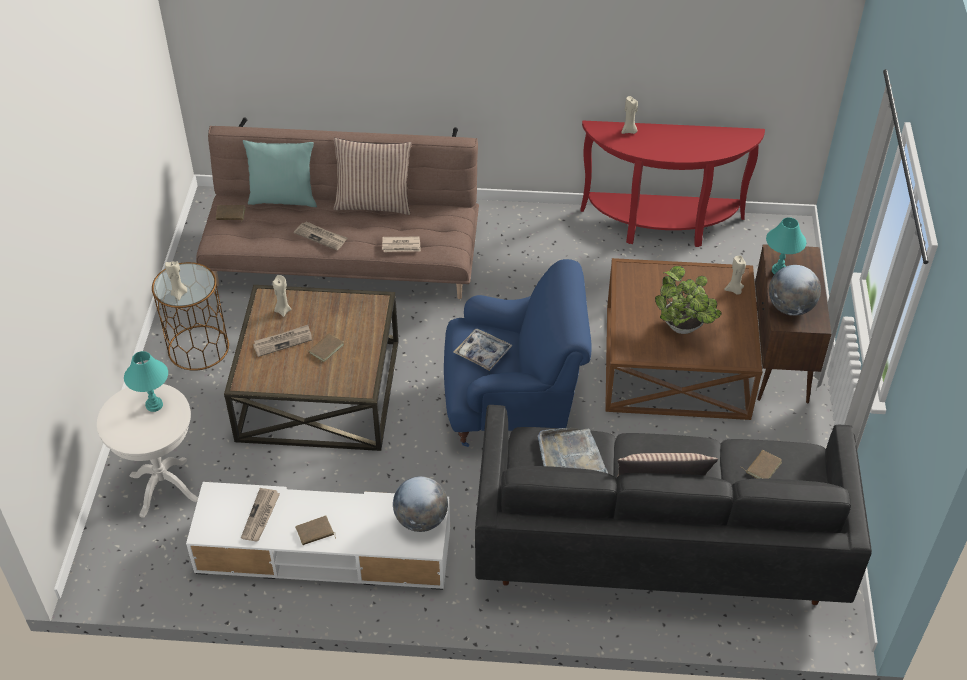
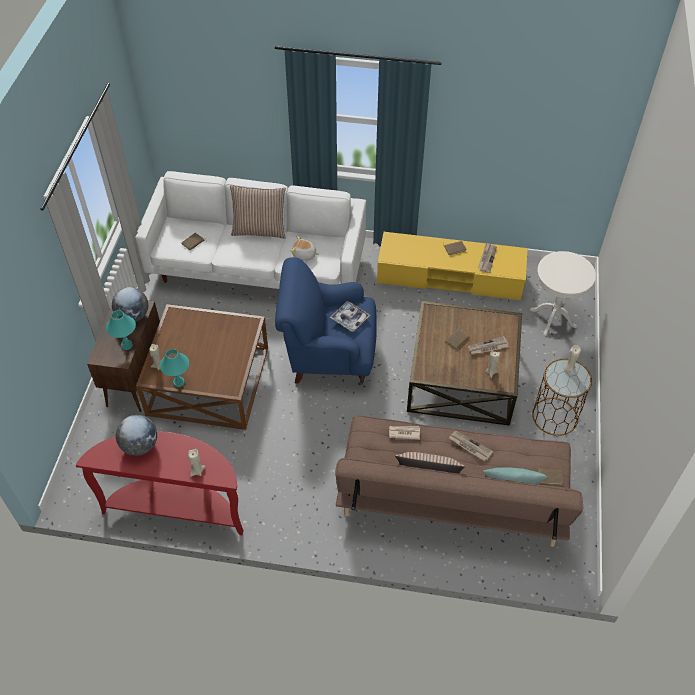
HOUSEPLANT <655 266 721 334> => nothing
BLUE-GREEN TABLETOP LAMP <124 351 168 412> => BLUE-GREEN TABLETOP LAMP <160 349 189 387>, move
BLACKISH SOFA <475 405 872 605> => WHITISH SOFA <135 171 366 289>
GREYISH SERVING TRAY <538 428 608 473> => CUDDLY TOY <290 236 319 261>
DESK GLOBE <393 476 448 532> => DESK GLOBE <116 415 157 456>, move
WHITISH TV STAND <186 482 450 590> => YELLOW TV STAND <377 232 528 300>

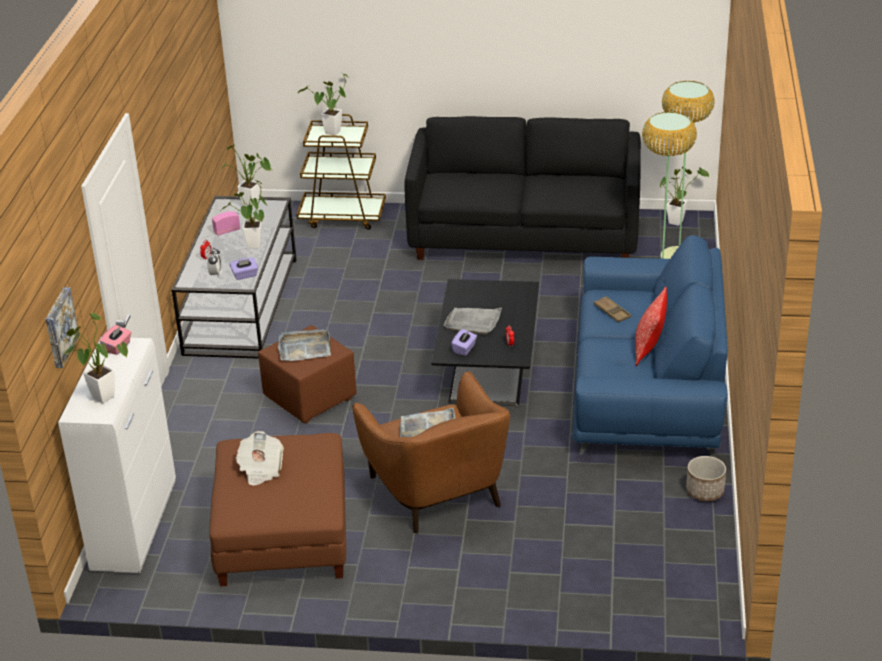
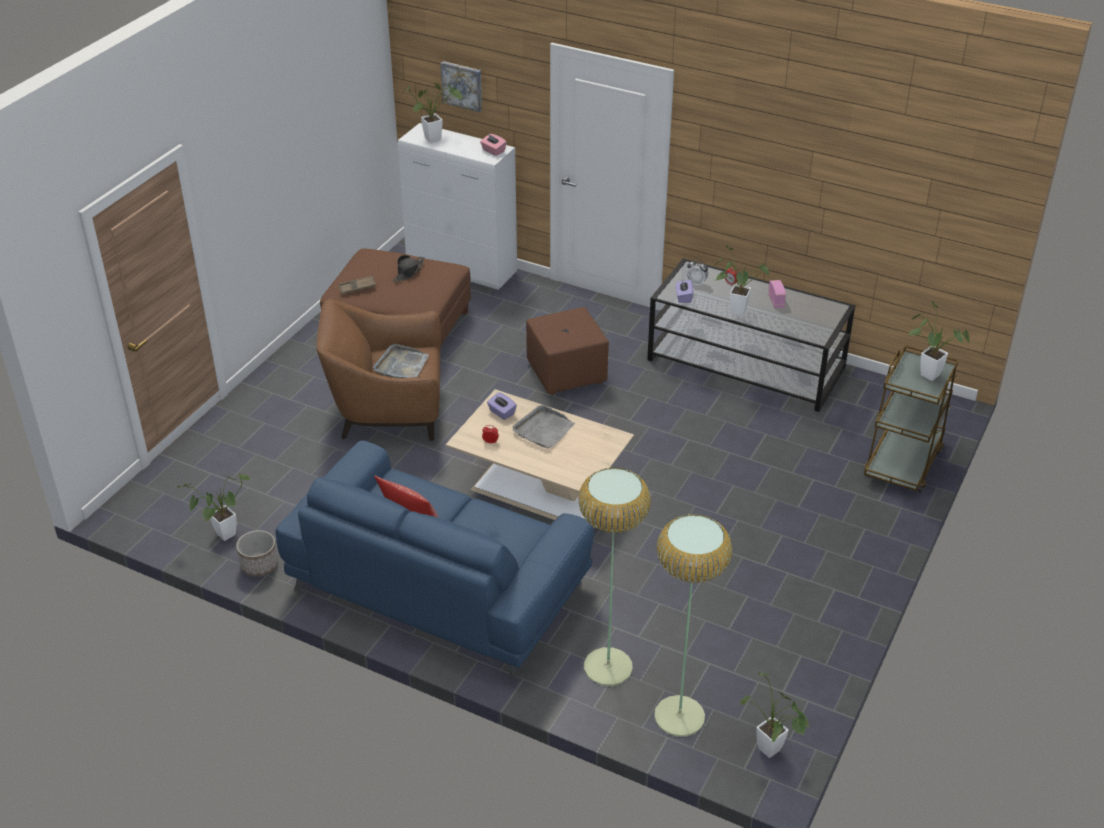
BLACKISH SOFA <405 116 641 260> => nothing
HOUSEPLANT <222 145 272 208> => HOUSEPLANT <177 473 250 541>, move
BLACKISH LOW TABLE <431 279 539 406> => SAND-COLOURED LOW TABLE <446 389 634 520>
BROWN SERVING TRAY <594 296 631 323> => BROWN SERVING TRAY <339 276 376 294>, move
GREYISH SERVING TRAY <278 329 331 361> => nothing
DAILY PAPER <236 431 284 486> => BLACKISH HAT <392 255 424 282>

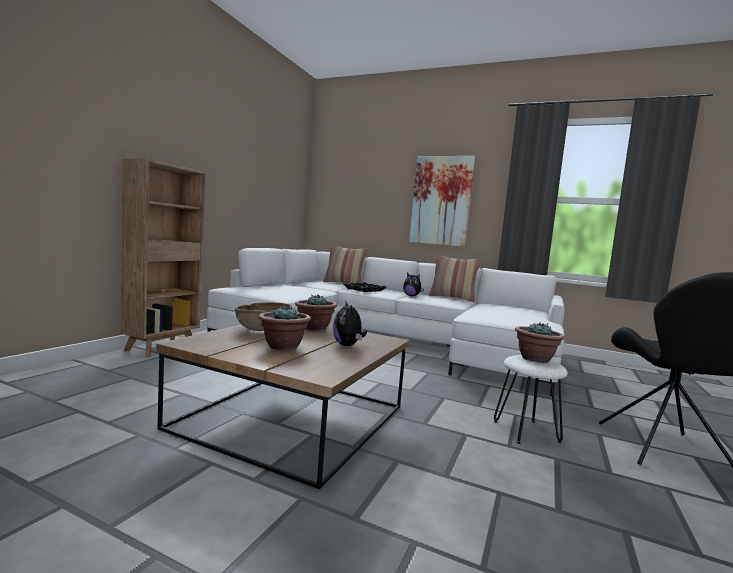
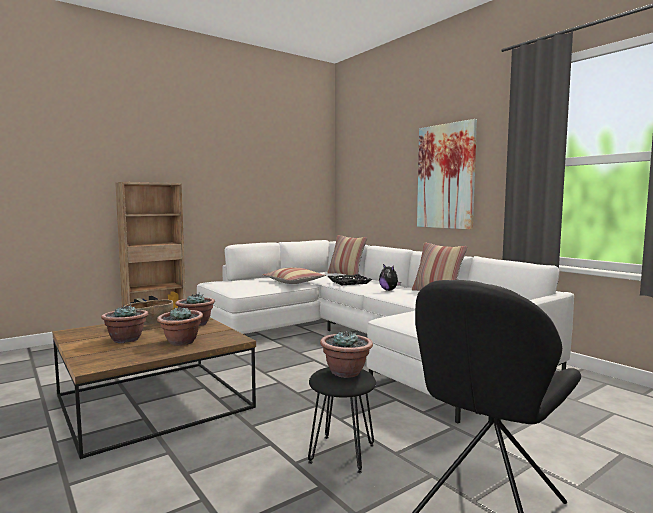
CUDDLY TOY <333 301 367 346> => HOUSEPLANT <157 307 203 346>
WHITISH STOOL <494 355 568 444> => BLACKISH STOOL <308 367 376 473>
nothing => PILLOW <263 268 326 284>

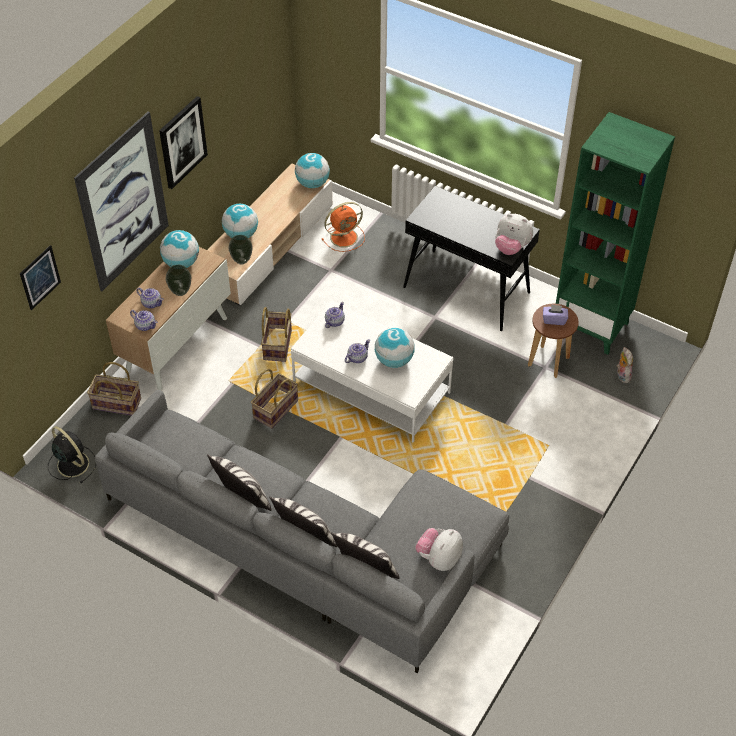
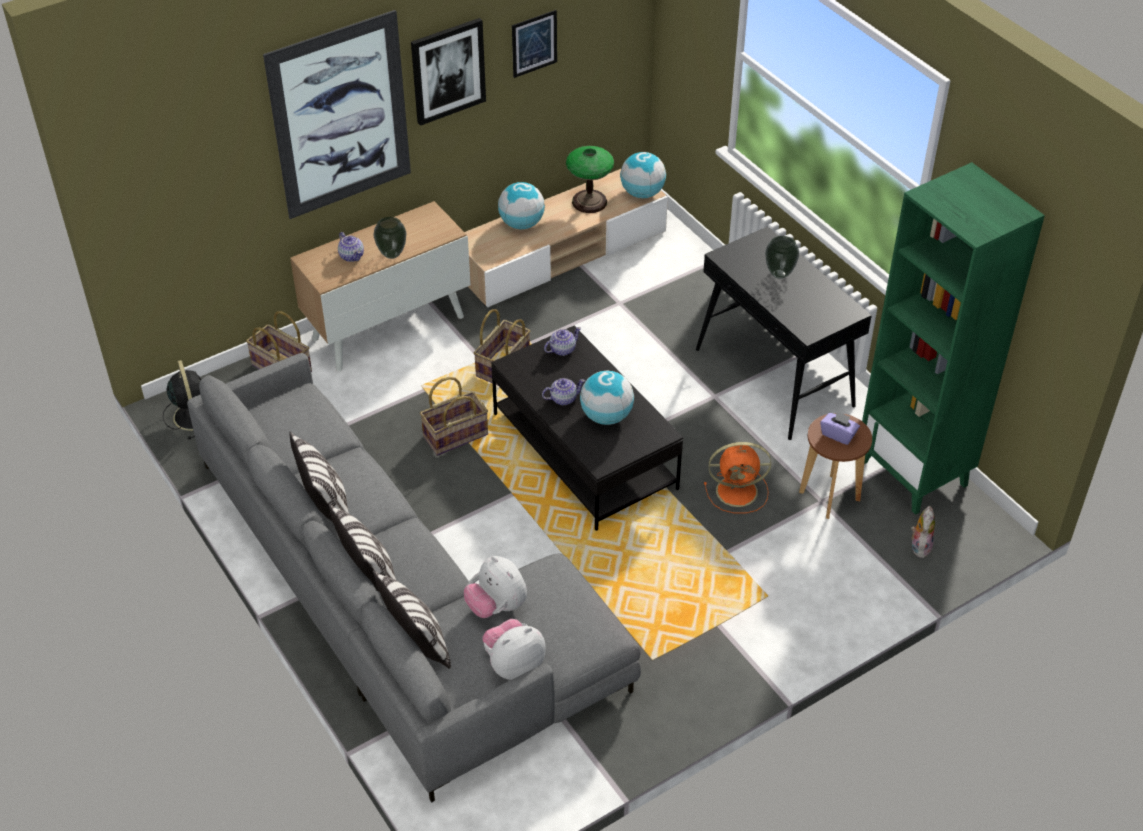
ORANGE-COLOURED ELECTRIC FAN <321 202 365 252> => ORANGE-COLOURED ELECTRIC FAN <704 442 771 513>, move
CUDDLY TOY <495 214 533 255> => CUDDLY TOY <464 556 527 618>, move
DESK GLOBE <160 230 199 268> => nothing
DECORATIVE VASE <228 235 253 264> => DECORATIVE VASE <765 236 799 279>, move
WALL ART <20 245 61 310> => WALL ART <512 10 557 78>, move
WHITISH LOW TABLE <291 301 453 443> => BLACKISH LOW TABLE <491 326 683 531>
POT FOR TEA <130 310 157 331> => nothing
nothing => TABLETOP LAMP <566 146 614 213>

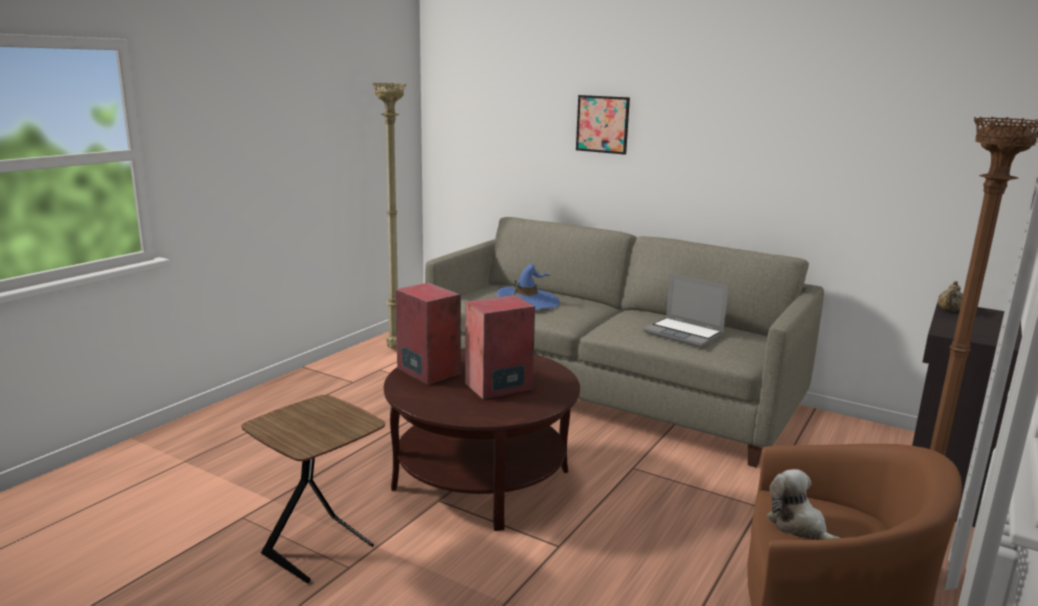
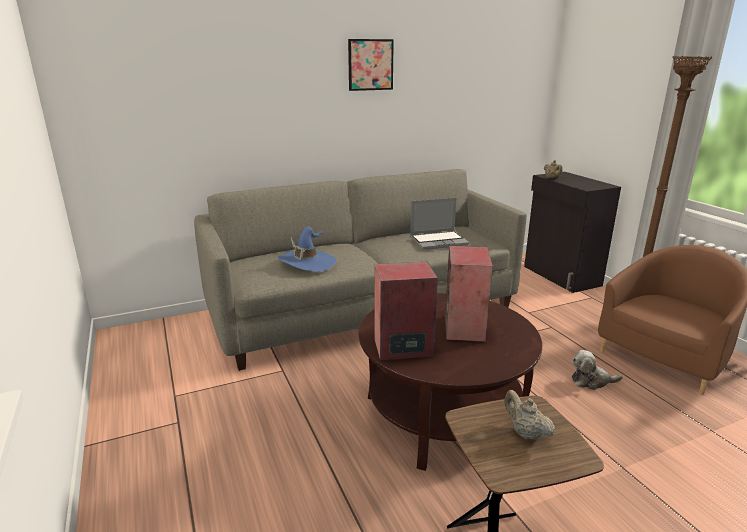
SAND-COLOURED FLOOR LAMP <373 82 406 349> => nothing
WALL ART <576 95 630 155> => WALL ART <348 39 394 91>, move
CUDDLY TOY <767 469 840 540> => CUDDLY TOY <572 350 623 390>, move
nothing => SAND-COLOURED POT FOR TEA <504 390 555 440>

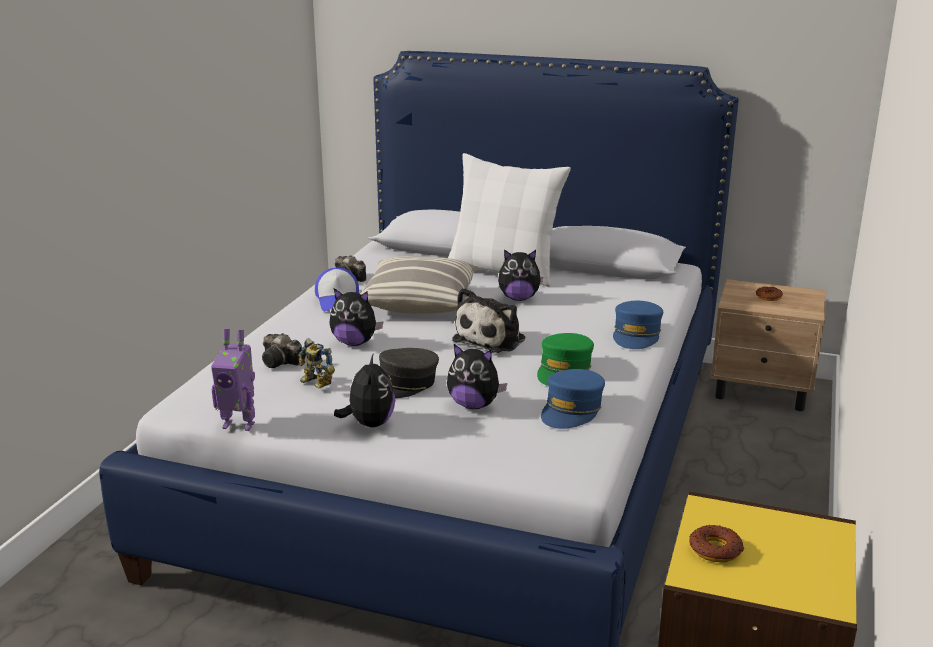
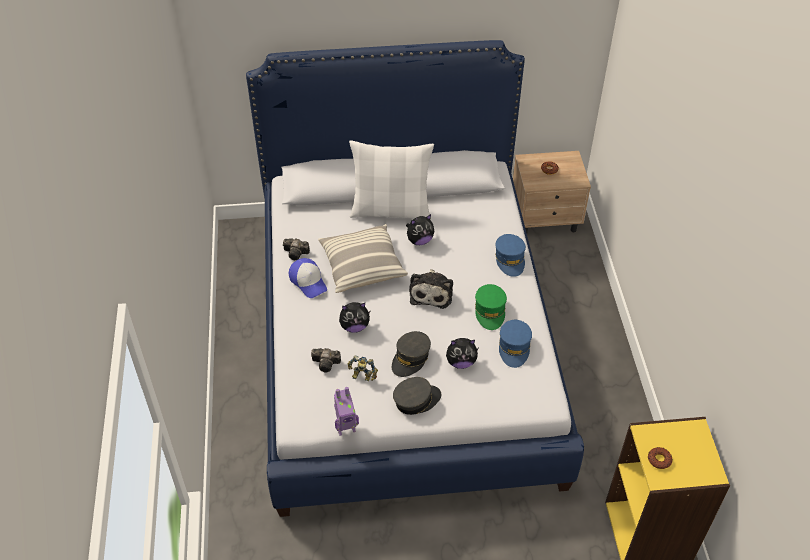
CUDDLY TOY <334 353 395 427> => GREYISH BASEBALL CAP <393 377 441 415>

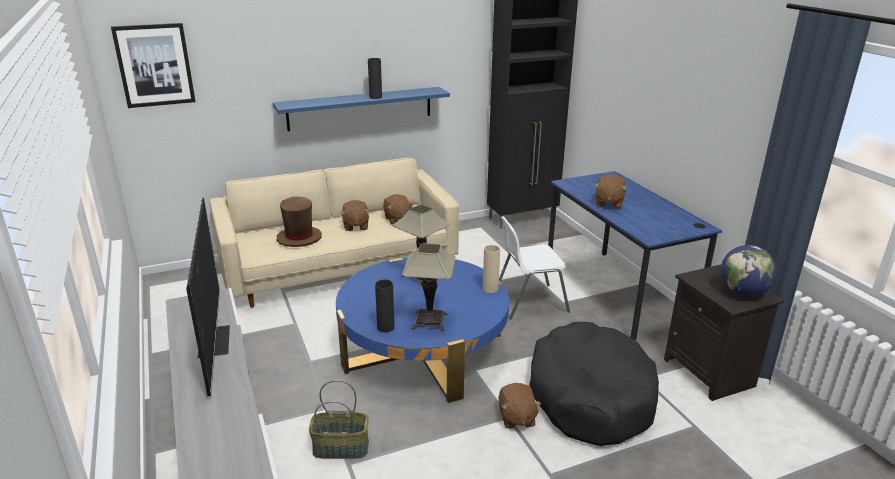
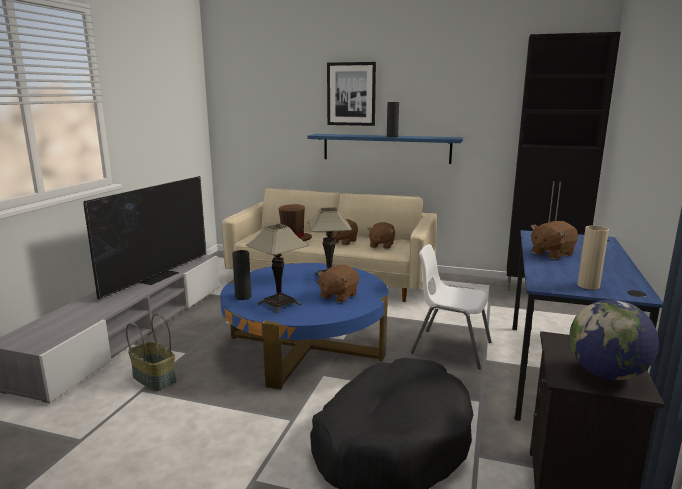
WALL ART <111 23 195 108> => WALL ART <327 62 376 126>, move
SAND-COLOURED DECORATIVE VASE <483 245 500 293> => SAND-COLOURED DECORATIVE VASE <578 226 609 290>, move
BROWN CUDDLY TOY <498 383 541 429> => BROWN CUDDLY TOY <317 265 359 303>, move

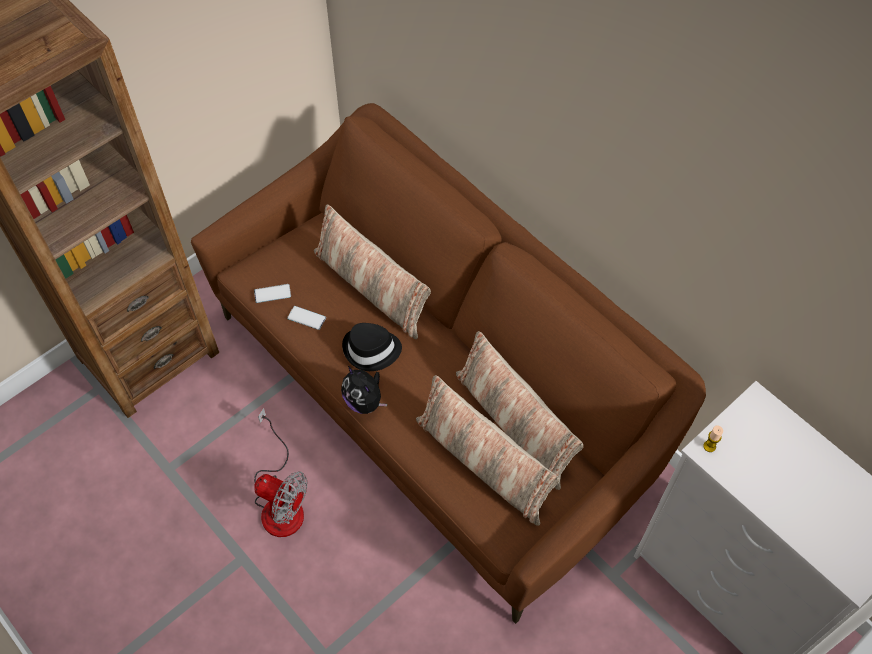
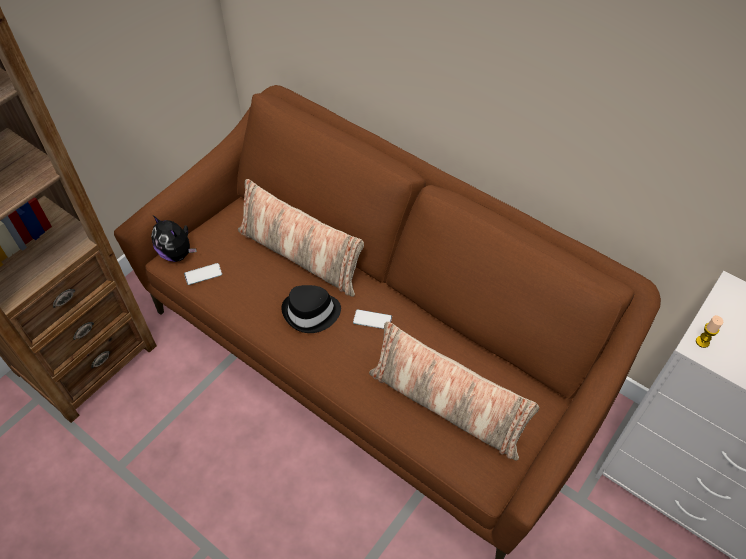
HANDSET <287 306 326 330> => HANDSET <353 309 392 329>, move
PILLOW <456 331 583 490> => nothing
CUDDLY TOY <341 366 387 414> => CUDDLY TOY <151 216 197 262>, move
ELECTRIC FAN <254 407 307 537> => nothing

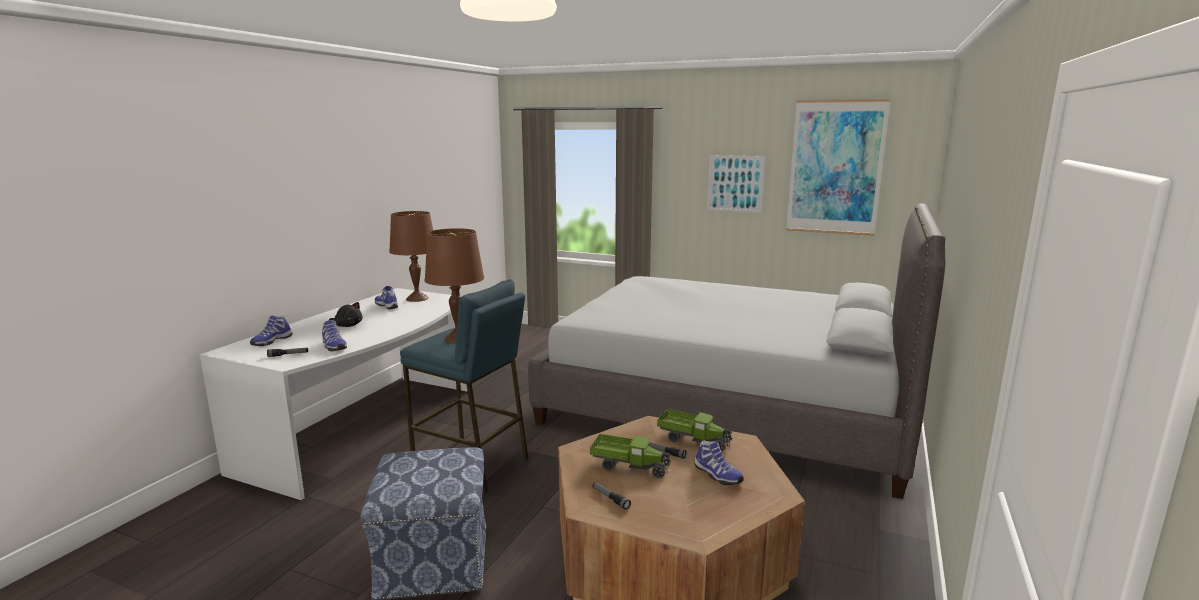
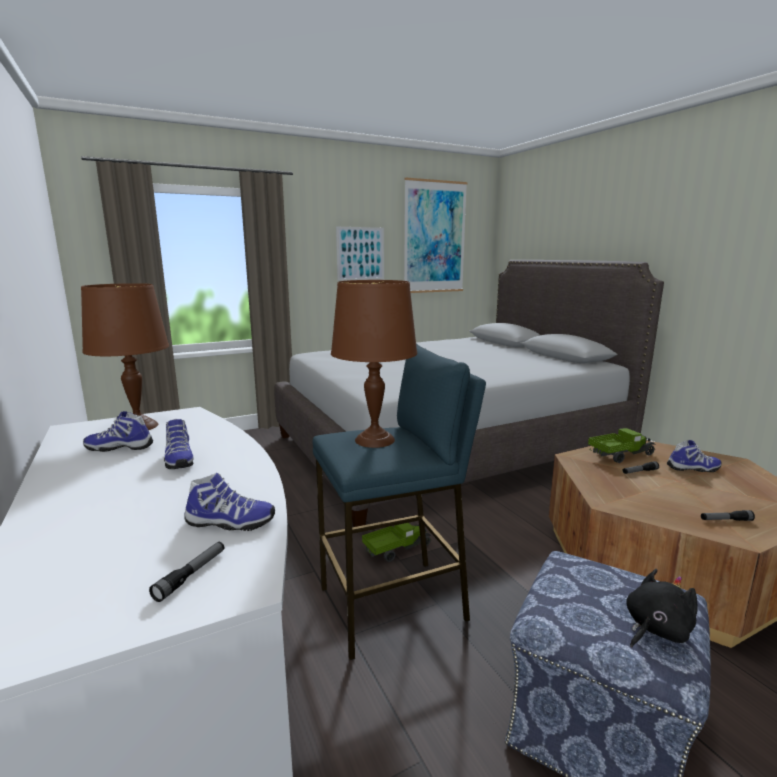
BLACKISH CUDDLY TOY <329 302 362 327> => BLACKISH CUDDLY TOY <626 569 698 648>, move
ITEM OF FOOTWEAR <250 316 293 346> => ITEM OF FOOTWEAR <164 419 194 469>, move
TOY LORRY <590 434 671 478> => TOY LORRY <362 523 431 562>, move

